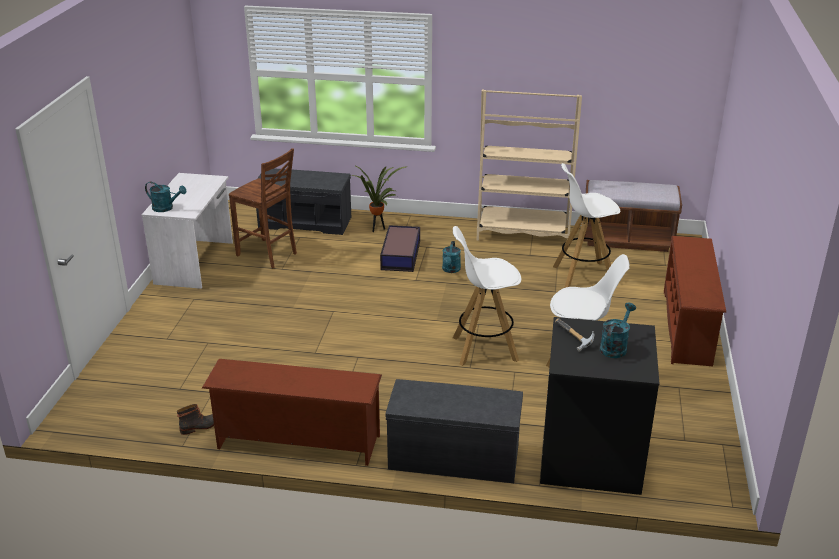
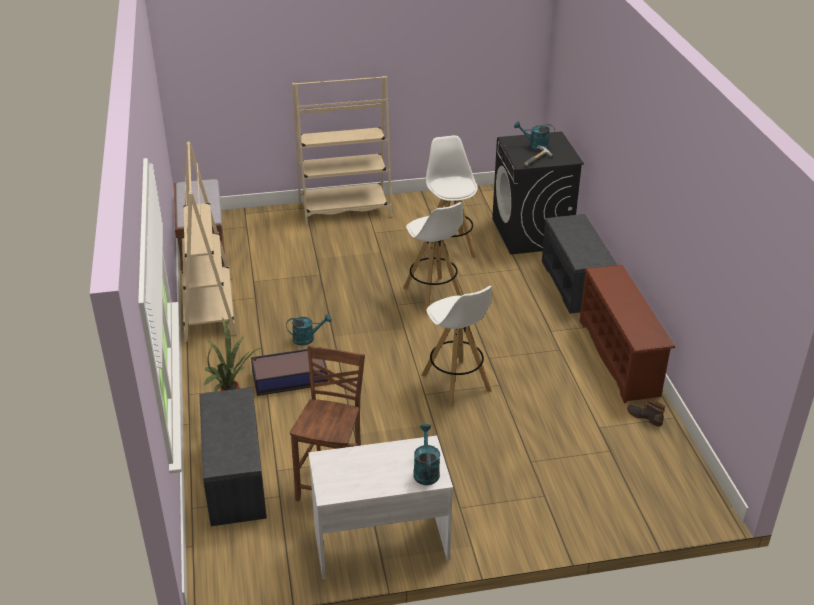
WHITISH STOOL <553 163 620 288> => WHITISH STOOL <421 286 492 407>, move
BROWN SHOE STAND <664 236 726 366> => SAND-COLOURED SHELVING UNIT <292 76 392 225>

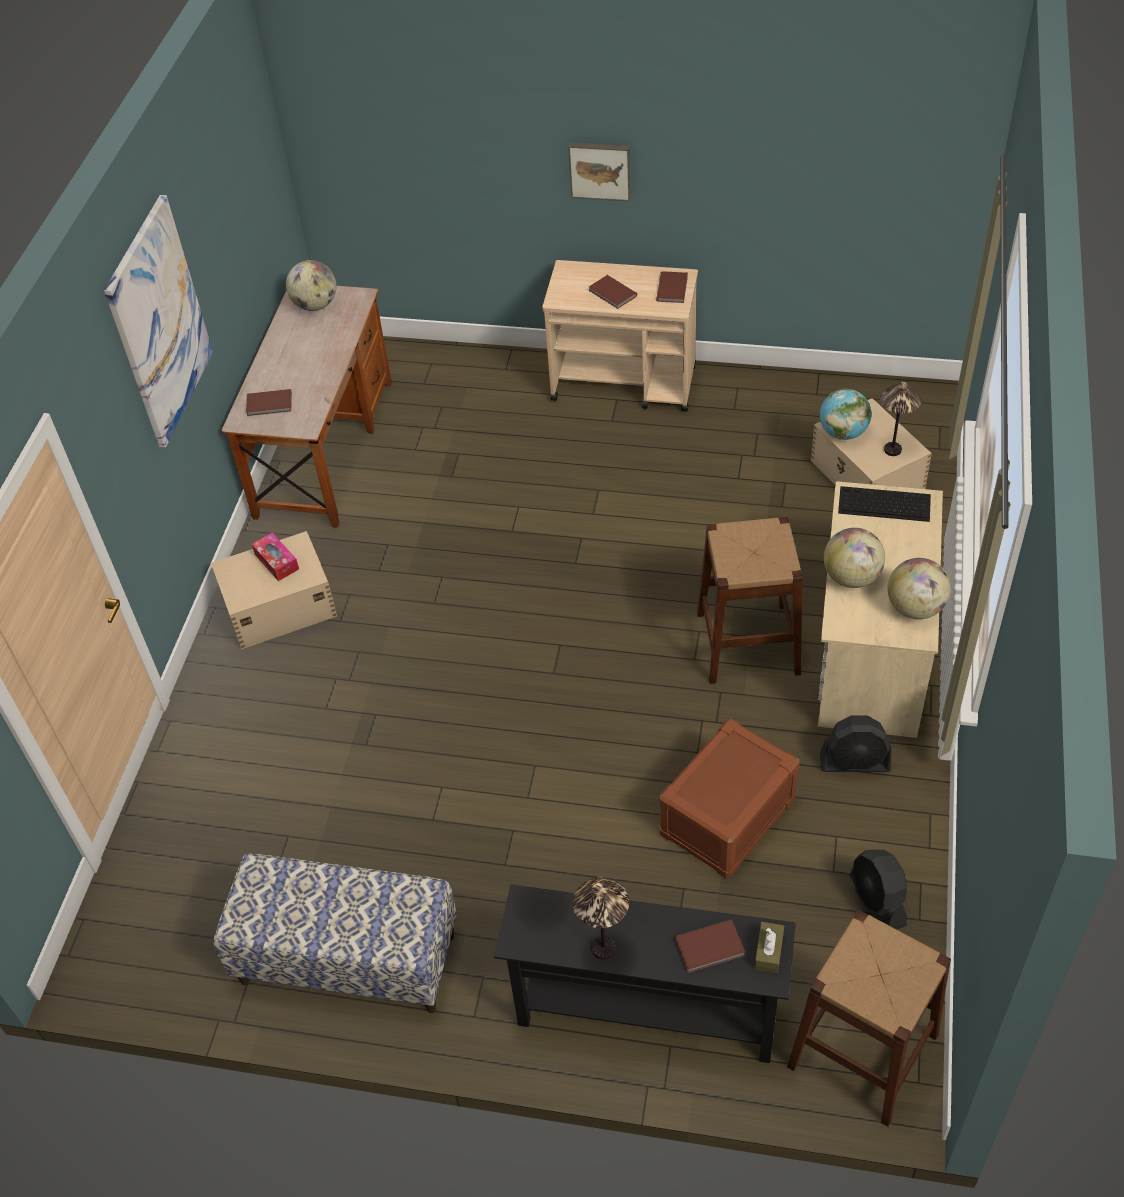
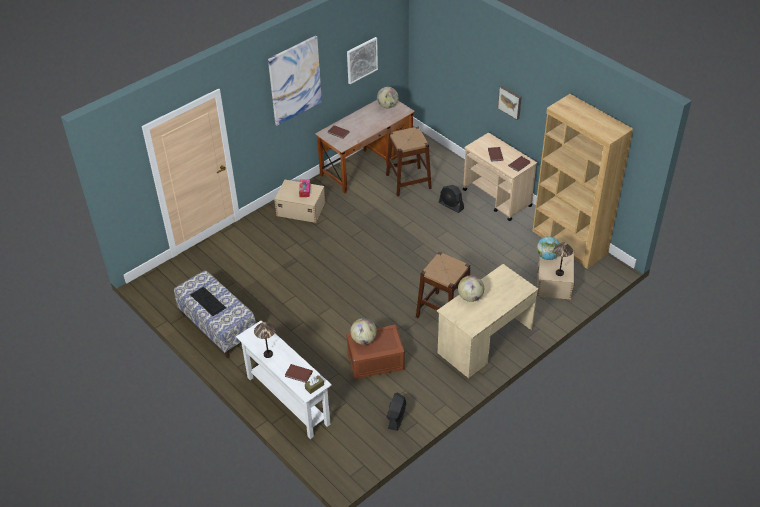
PC KEYBOARD <838 486 931 522> => PC KEYBOARD <190 286 226 316>, move
DESK GLOBE <888 558 951 619> => DESK GLOBE <350 318 377 345>, move
BLACKISH ELECTRIC FAN <820 716 892 772> => BLACKISH ELECTRIC FAN <439 185 464 213>, move
BLACKISH CONSOLE TABLE <494 884 796 1063> => WHITISH CONSOLE TABLE <236 321 332 439>
BROWN STOOL <787 910 951 1127> => BROWN STOOL <386 127 432 196>, move
nothing => WALL ART <347 37 378 84>
nothing => BROWN SHELVING UNIT <533 94 633 269>

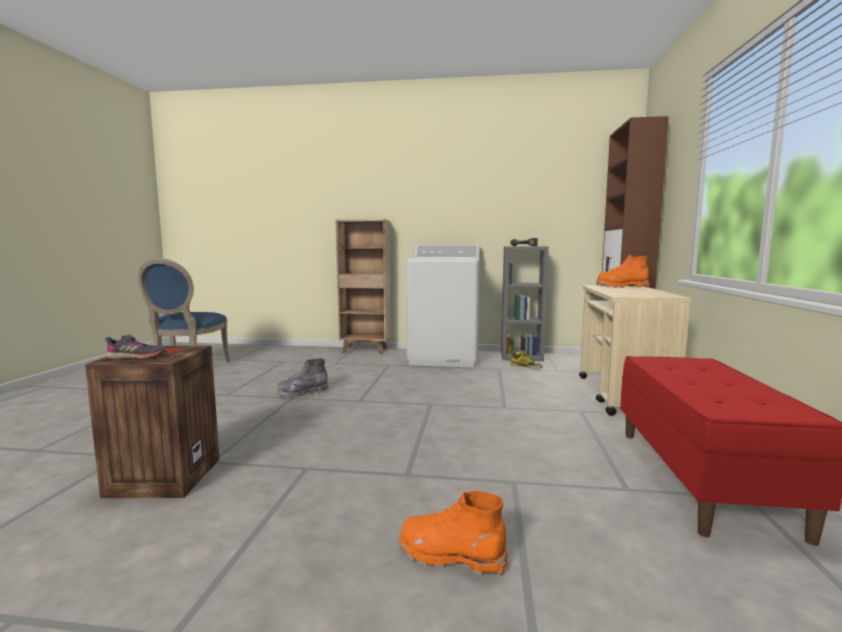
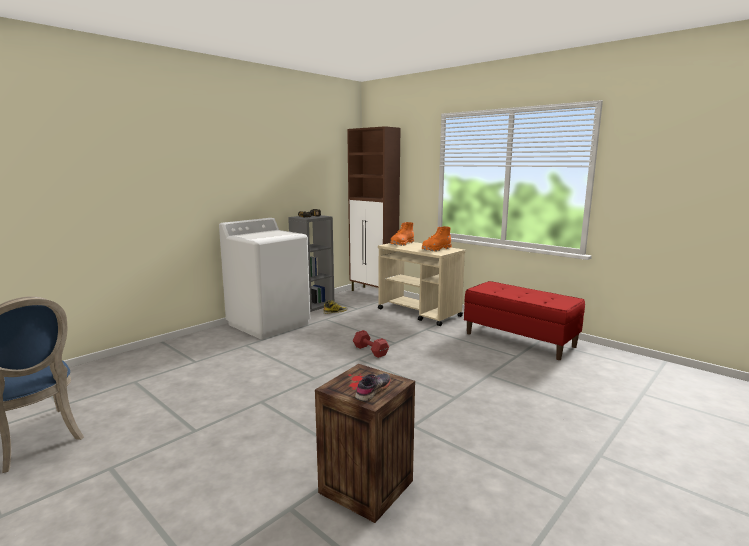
BROWN SHELVING UNIT <335 219 391 354> => nothing
GREYISH TALL BOOT <277 358 329 398> => nothing
ORANGE-COLOURED TALL BOOT <399 491 508 575> => ORANGE-COLOURED TALL BOOT <422 226 452 251>, move
nothing => REDDISH DUMBBELL <353 330 389 358>

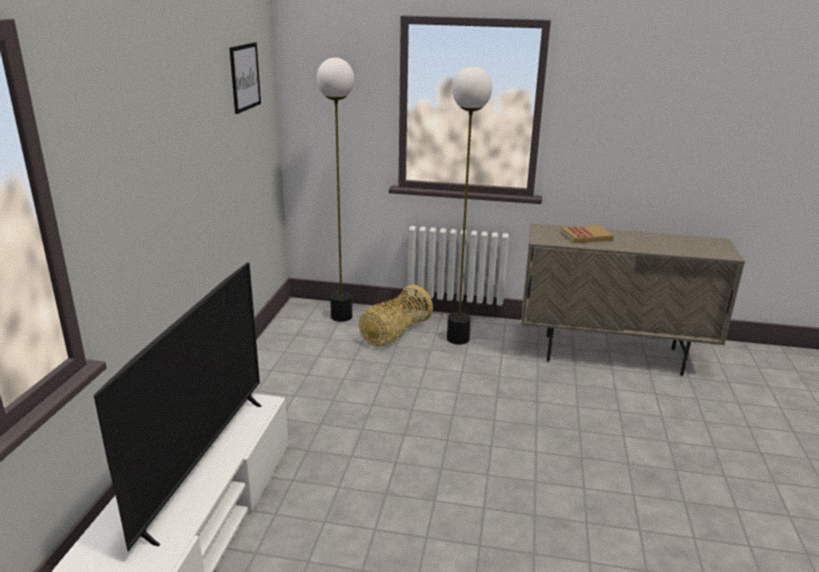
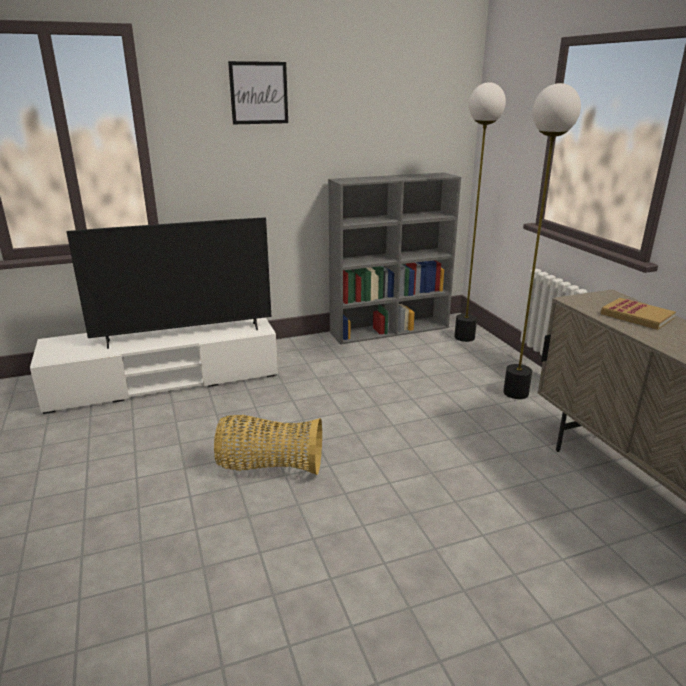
WALL ART <229 42 261 114> => WALL ART <228 61 288 124>, move
STORAGE BASKET <359 285 433 346> => STORAGE BASKET <214 415 322 475>, move
nothing => GREYISH SHELVING UNIT <328 172 461 345>

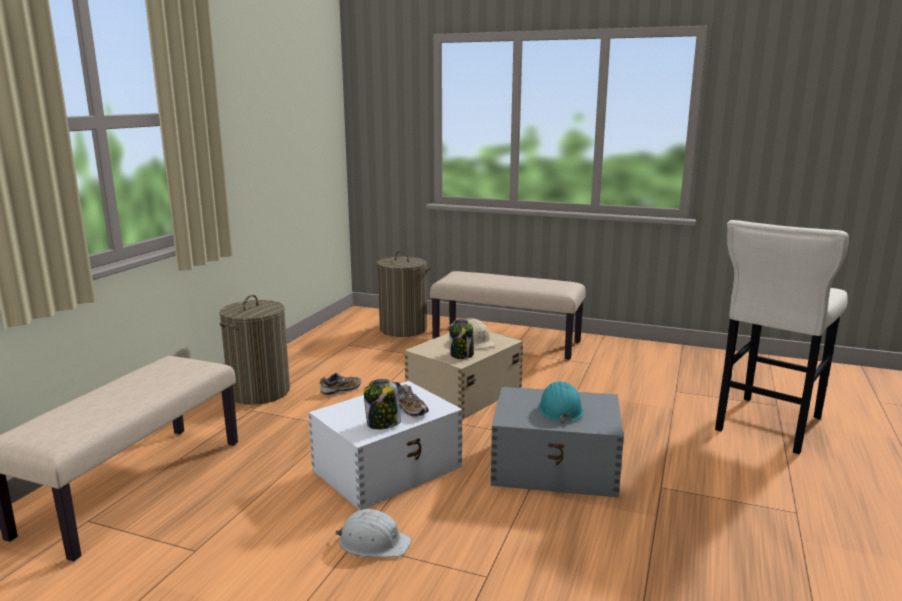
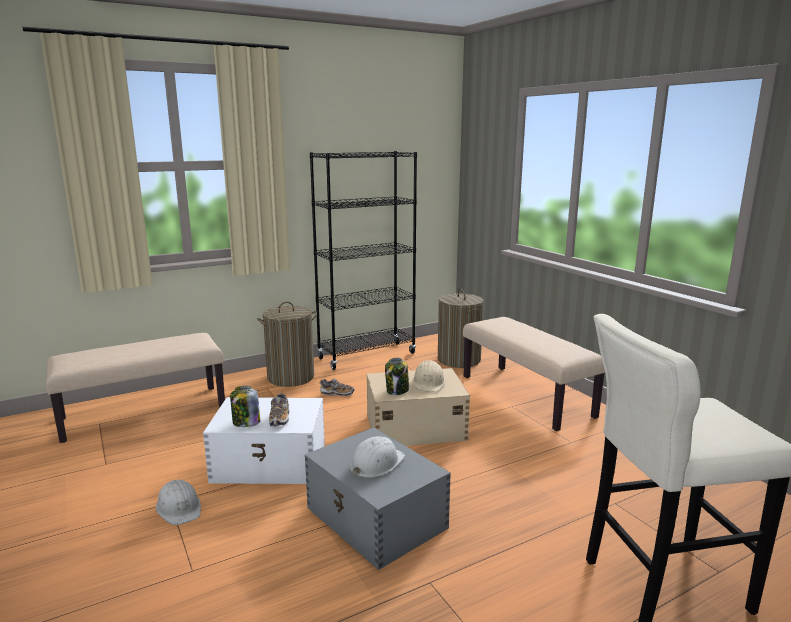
BLUE-GREEN SAFETY HELMET <538 381 584 424> => WHITISH SAFETY HELMET <350 436 405 478>
nothing => BLACKISH SHELVING UNIT <310 151 417 370>

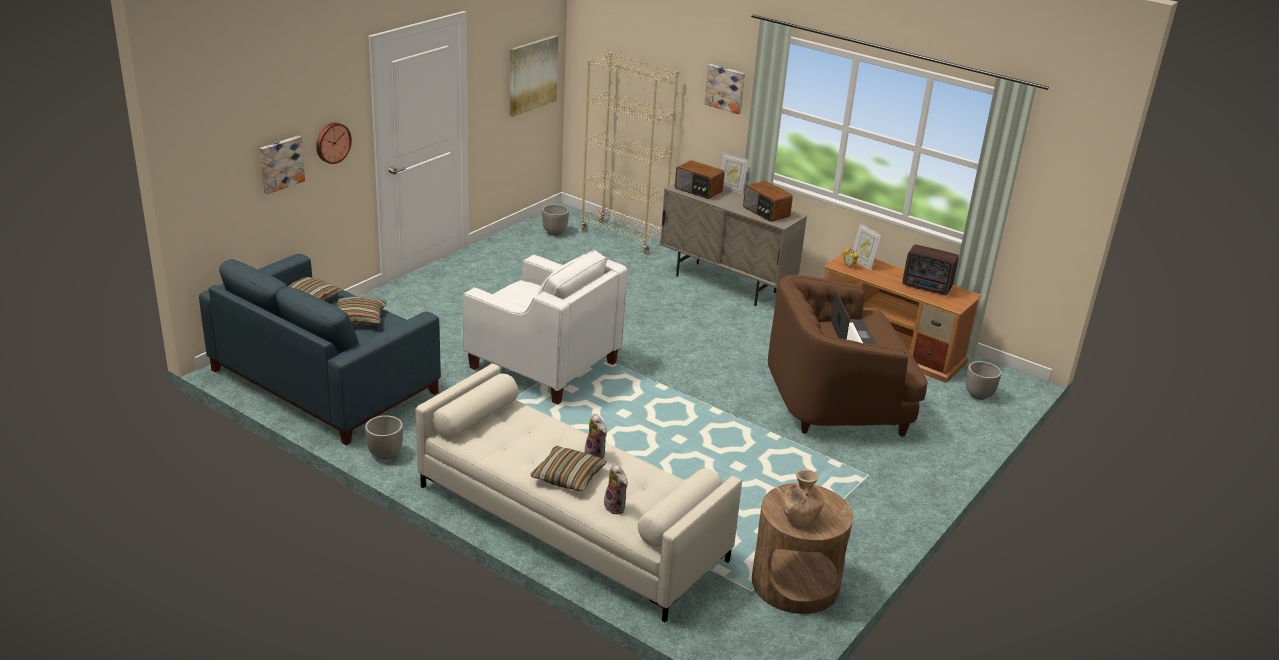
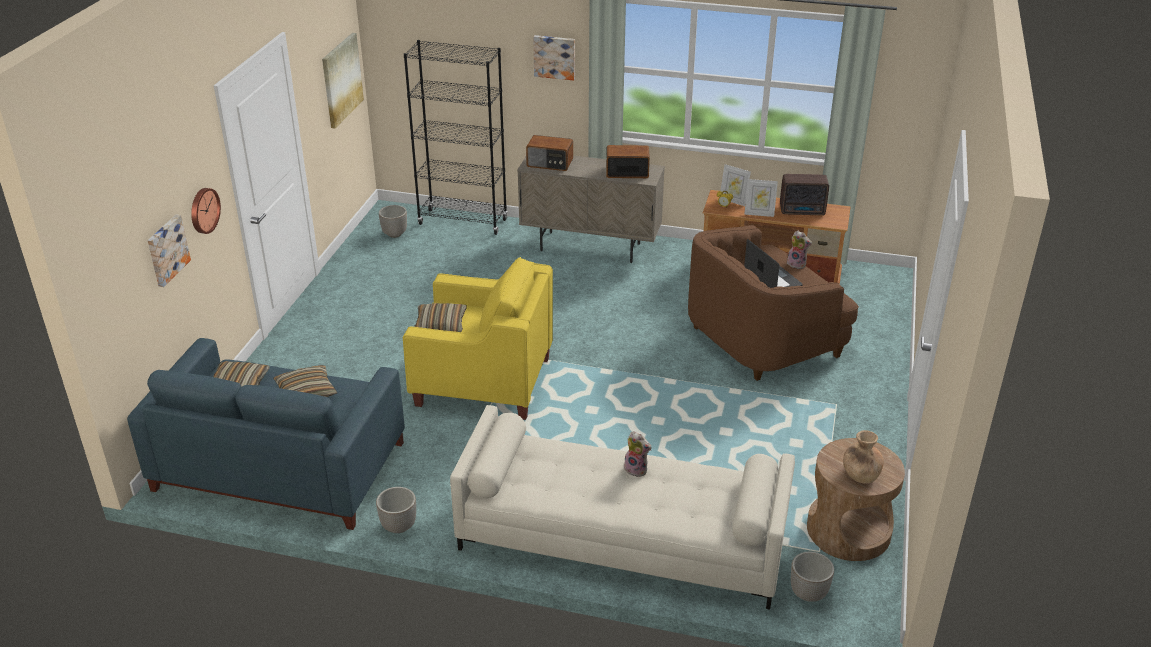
SAND-COLOURED SHELVING UNIT <581 52 679 254> => BLACKISH SHELVING UNIT <404 40 507 235>
PICTURE FRAME <721 153 749 194> => PICTURE FRAME <744 179 778 217>, move
RADIO SET <743 181 793 222> => RADIO SET <606 145 650 178>, 150 degrees clockwise
WHITISH ARMCHAIR <463 250 628 405> => YELLOW ARMCHAIR <403 257 553 420>
FLOWER POT <966 361 1002 400> => FLOWER POT <791 552 834 602>, move
PILLOW <530 446 607 492> => PILLOW <414 303 467 332>, move
CUDDLY TOY <604 463 628 514> => CUDDLY TOY <787 231 812 269>, move

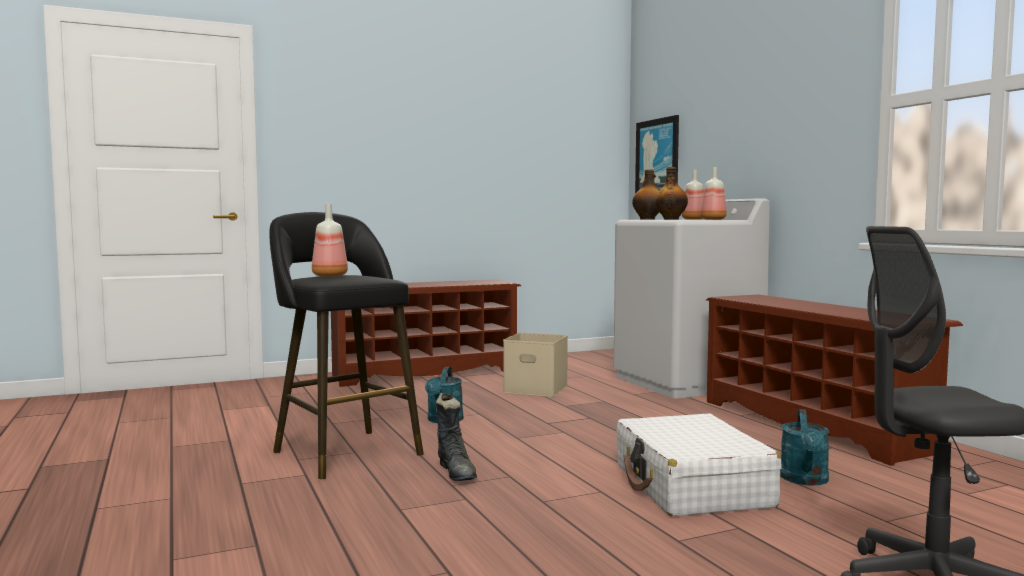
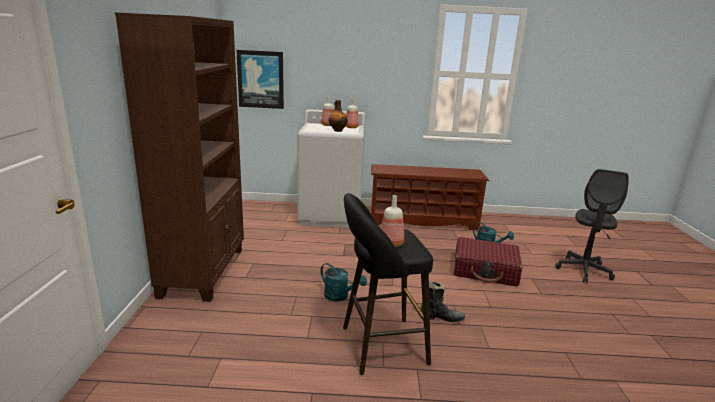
BEVERAGE BOTTLE <632 169 659 220> => nothing
BROWN SHOE STAND <331 279 521 387> => BROWN SHELVING UNIT <115 12 244 302>
SAND-COLOURED STORAGE BIN <503 332 568 397> => nothing
WHITISH SUITCASE <616 414 782 516> => REDDISH SUITCASE <454 237 523 286>

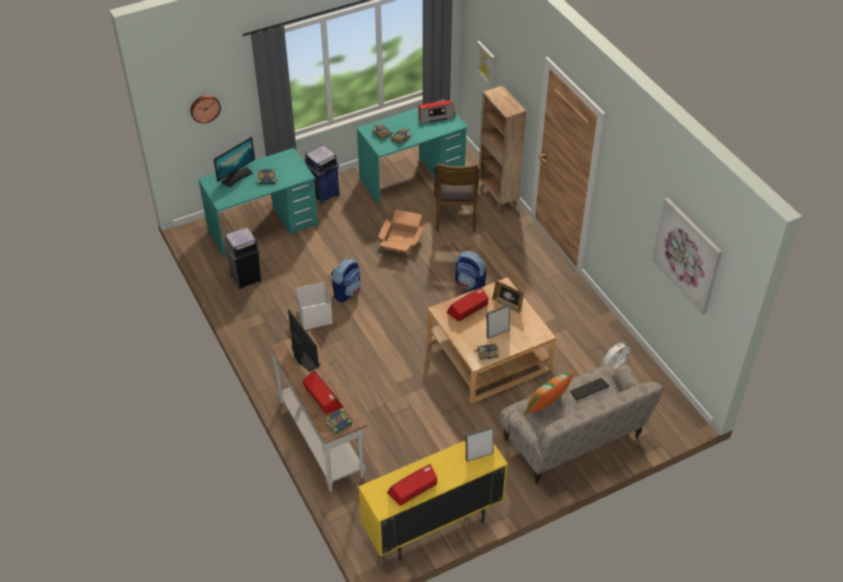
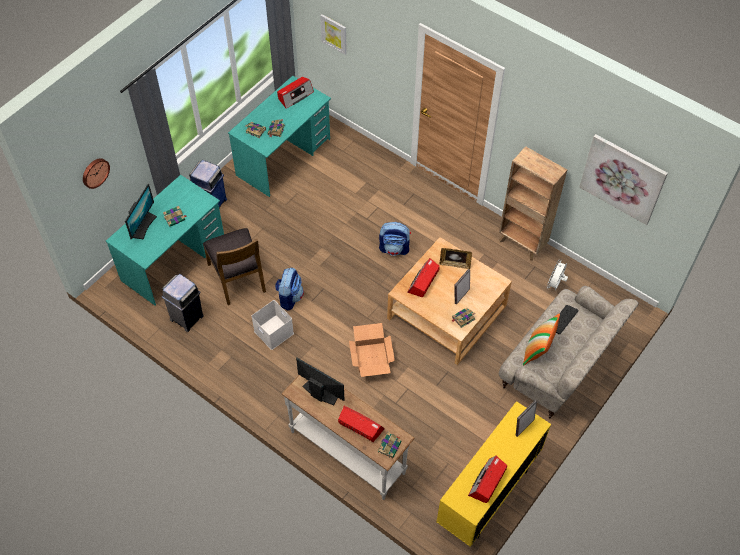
BROWN SHELVING UNIT <479 86 527 212> => BROWN SHELVING UNIT <499 146 567 261>, move
BROWN PLAIN CHAIR <434 163 480 232> => BROWN PLAIN CHAIR <203 228 266 305>, move
CARTON <378 210 424 253> => CARTON <349 323 395 377>, move

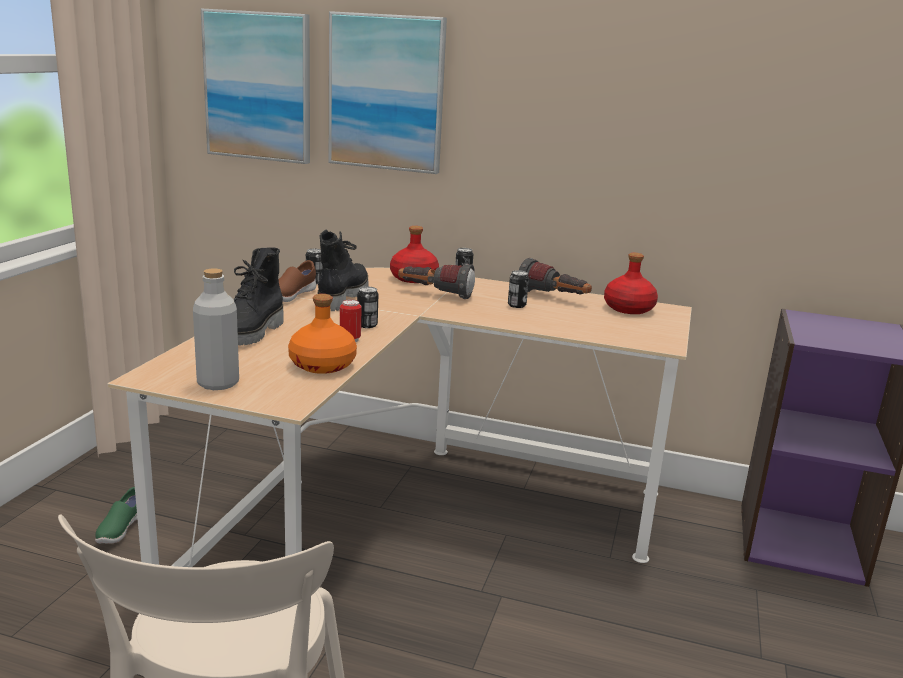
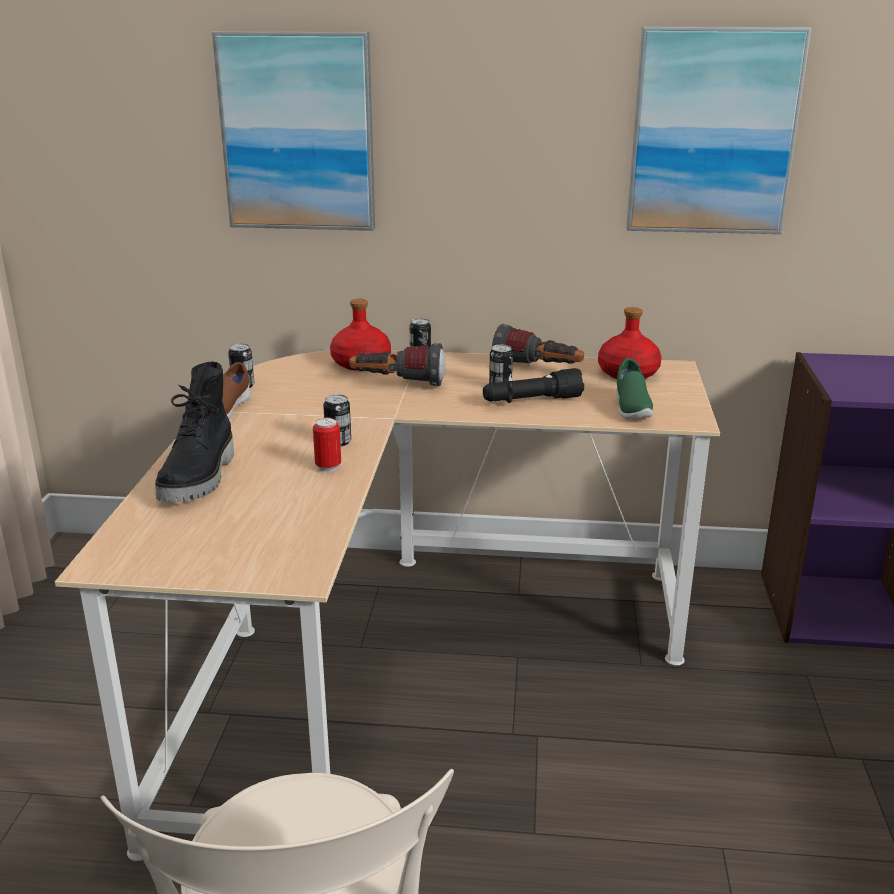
WALL ART <201 8 310 164> => WALL ART <626 26 812 234>, move
BLACKISH TALL BOOT <318 230 368 311> => nothing
GREYISH BEVERAGE BOTTLE <193 268 239 390> => nothing
ORANGE-COLOURED BEVERAGE BOTTLE <288 294 357 374> => nothing
GREEN-COLOURED ITEM OF FOOTWEAR <95 487 137 544> => GREEN-COLOURED ITEM OF FOOTWEAR <616 358 653 419>, move
nothing => BLACKISH HAND TORCH <483 368 584 403>

